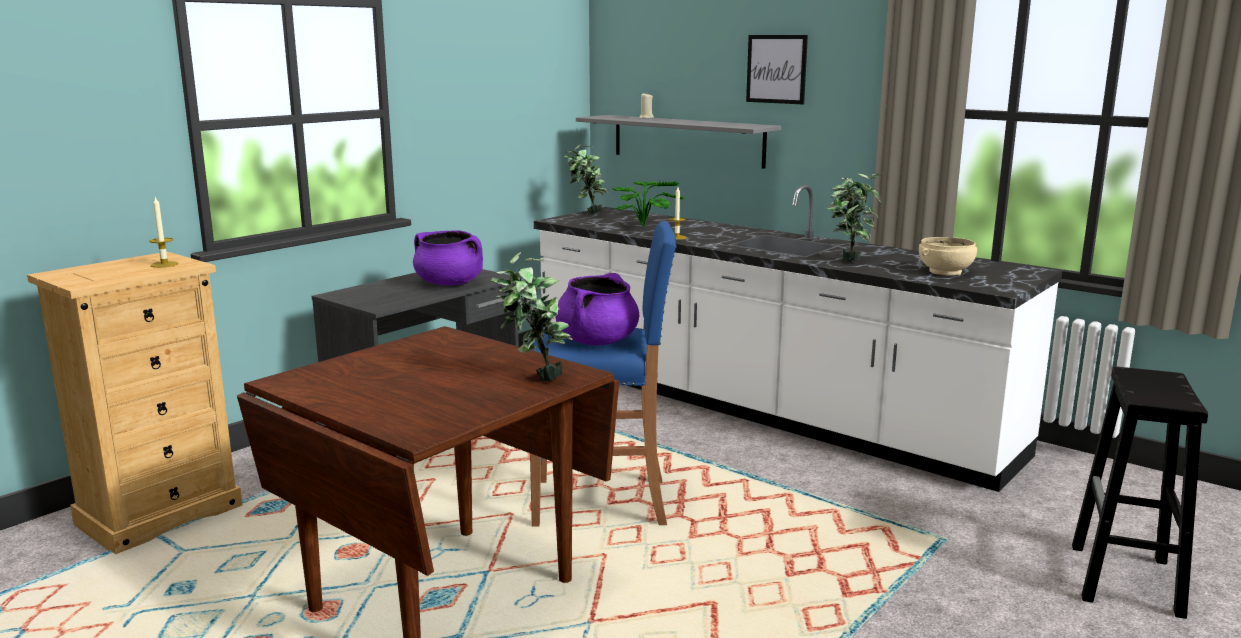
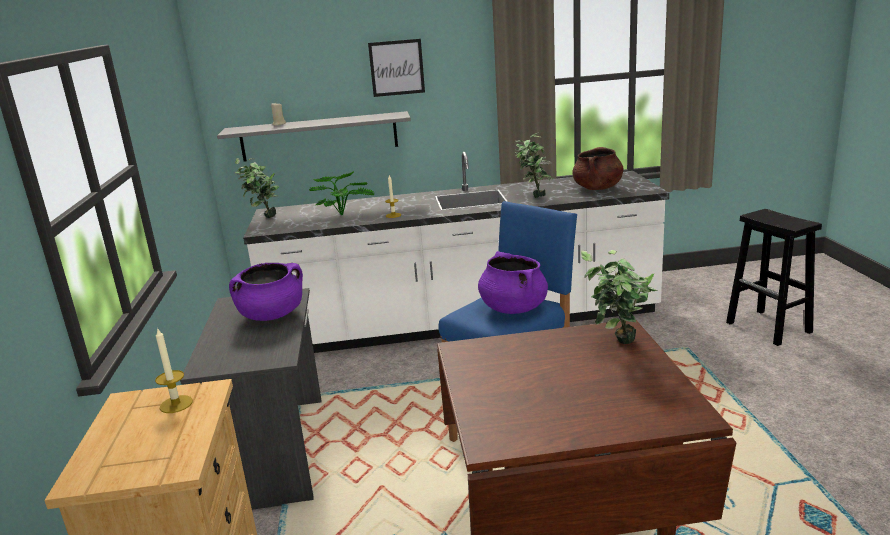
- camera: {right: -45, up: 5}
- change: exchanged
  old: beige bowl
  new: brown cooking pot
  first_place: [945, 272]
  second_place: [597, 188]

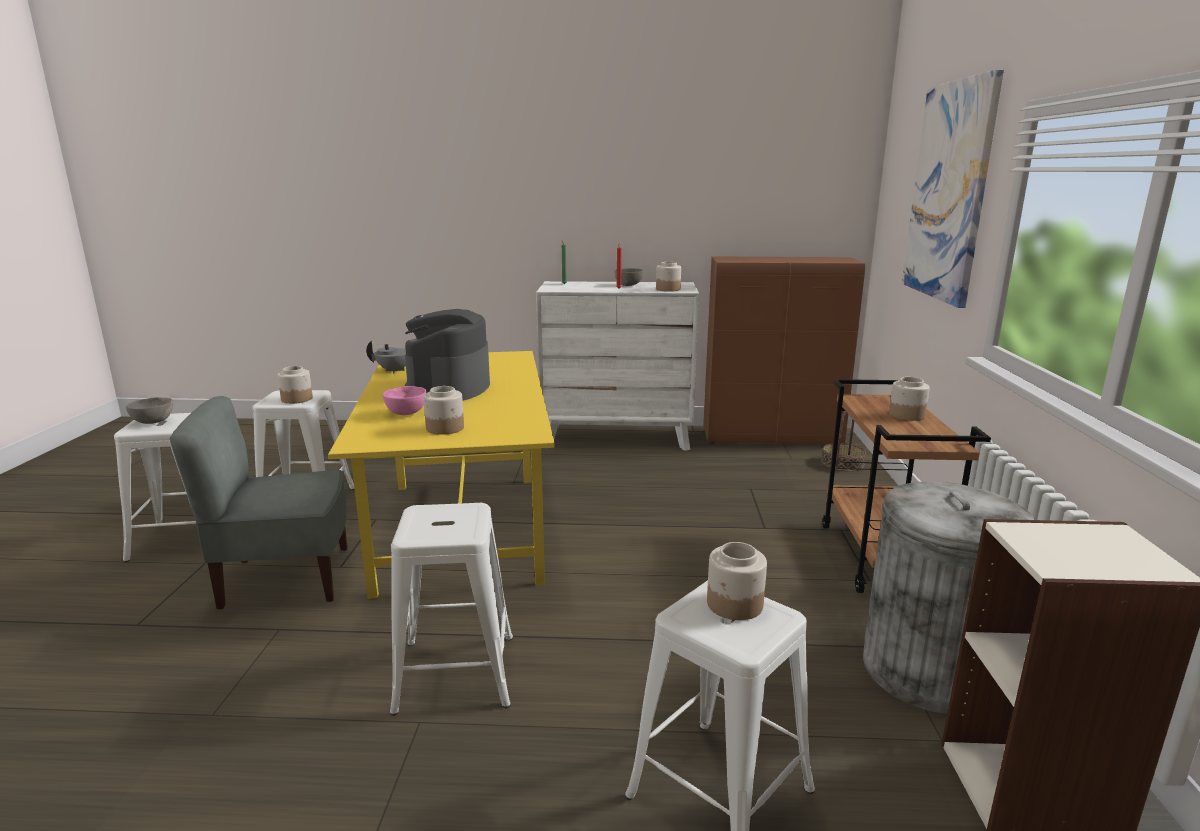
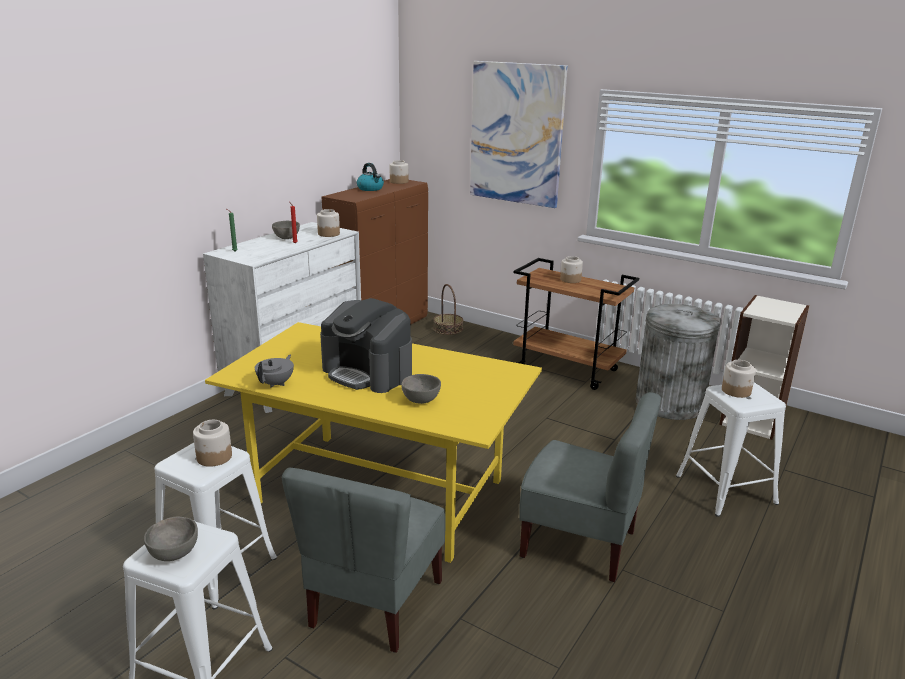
- camera: {right: -60, up: 5}
- change: colour
  old: pink bowl
  new: grey bowl
  first_place: [407, 413]
  second_place: [420, 400]
- change: exchanged
  old: white stool
  new: grey chair
  first_place: [455, 672]
  second_place: [579, 543]
- change: relocated
  old: jar
  first_place: [445, 428]
  second_place: [399, 181]
- change: appeared
  new: kettle
  second_place: [370, 189]

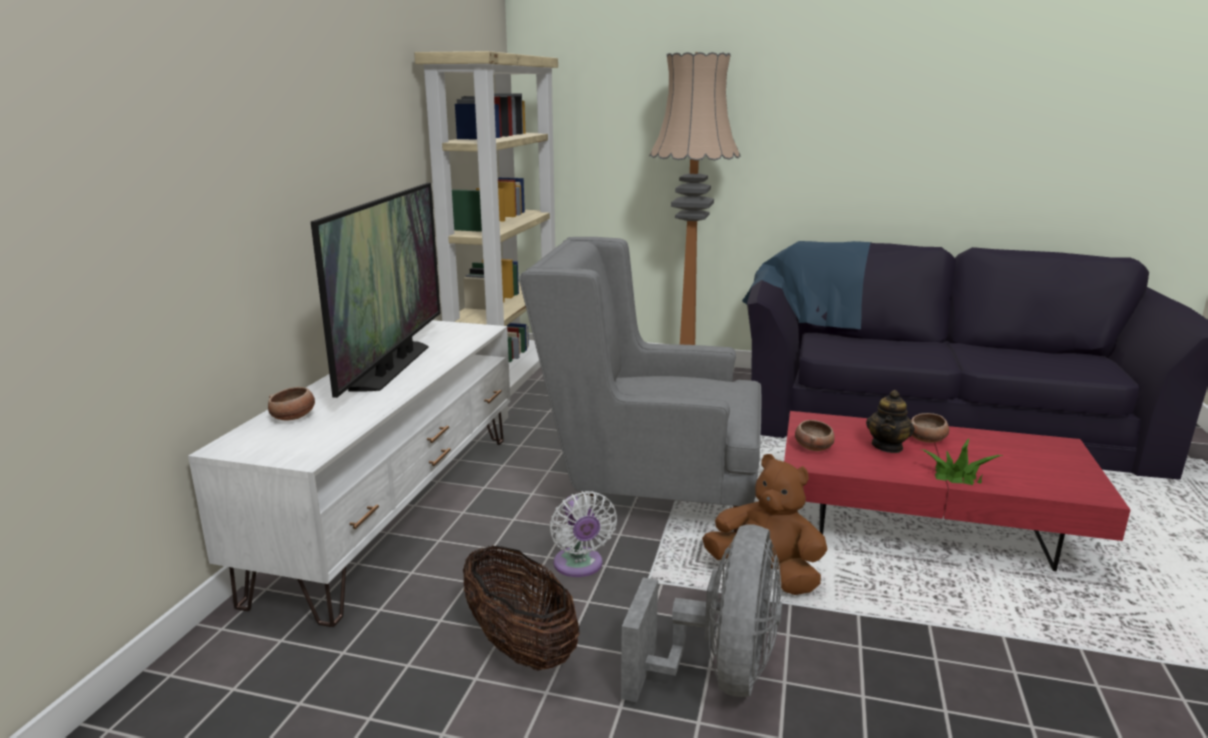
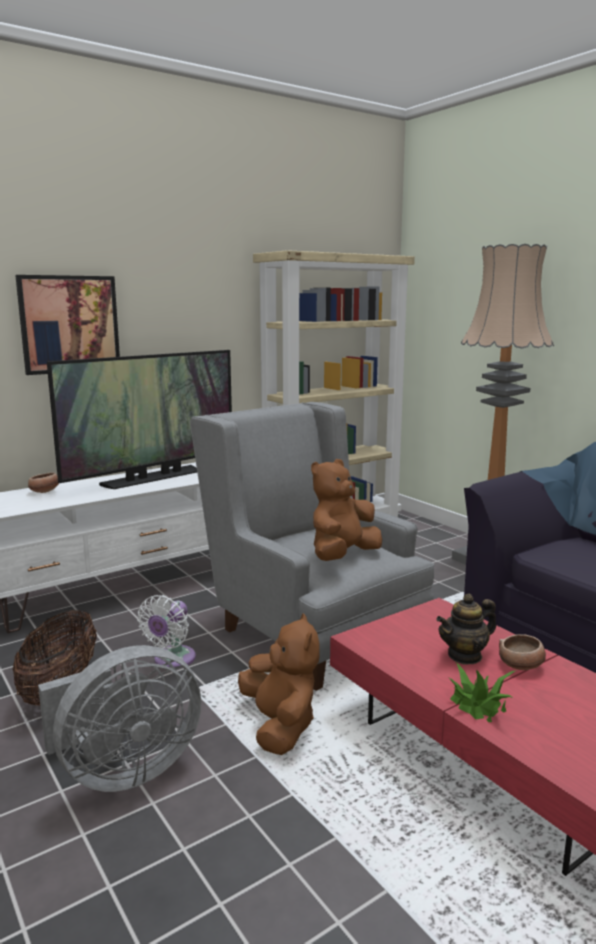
- camera: {right: 40, up: -5}
- change: missing
  old: bowl
  first_place: [813, 447]
- change: appeared
  new: picture
  second_place: [69, 324]
- change: appeared
  new: brown plush toy
  second_place: [342, 556]

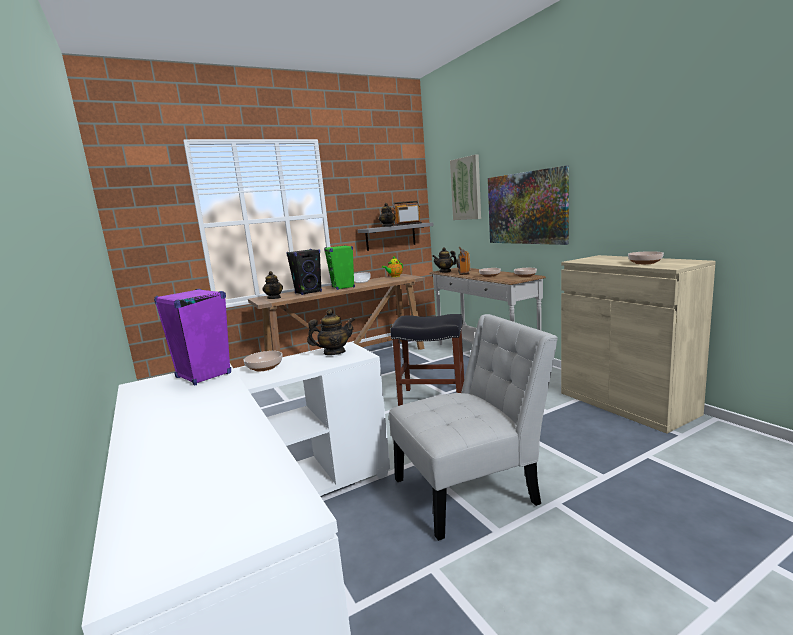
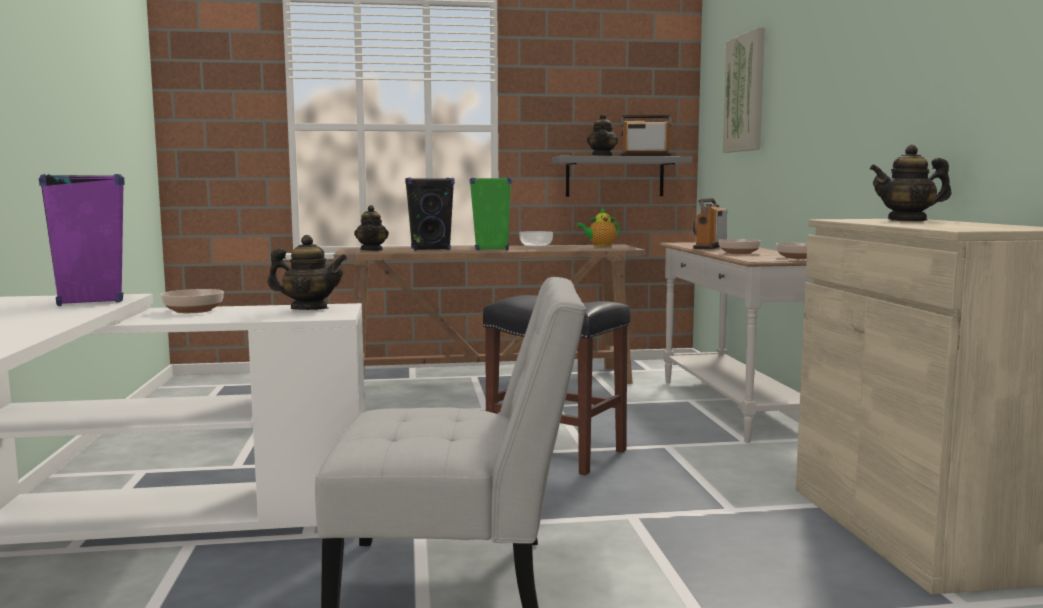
- camera: {right: 20, up: -5}
- change: relocated
  old: teapot
  first_place: [445, 271]
  second_place: [907, 220]
- change: missing
  old: picture
  first_place: [526, 208]
- change: missing
  old: bowl
  first_place: [645, 263]

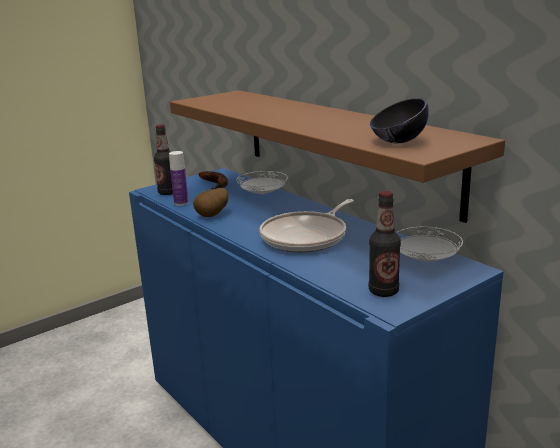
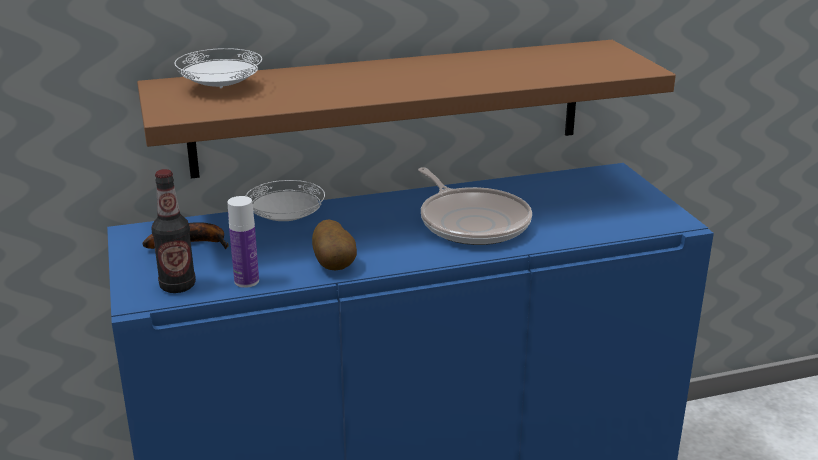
- camera: {right: -70, up: 5}
- change: missing
  old: bottle
  first_place: [383, 291]
- change: missing
  old: black bowl
  first_place: [398, 142]
- change: relocated
  old: white plate
  first_place: [425, 260]
  second_place: [220, 88]

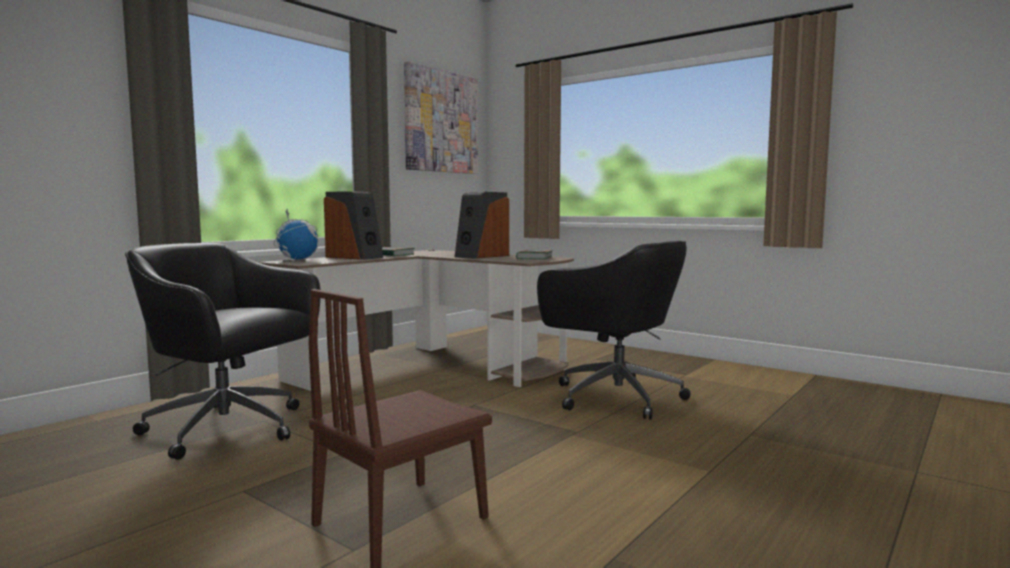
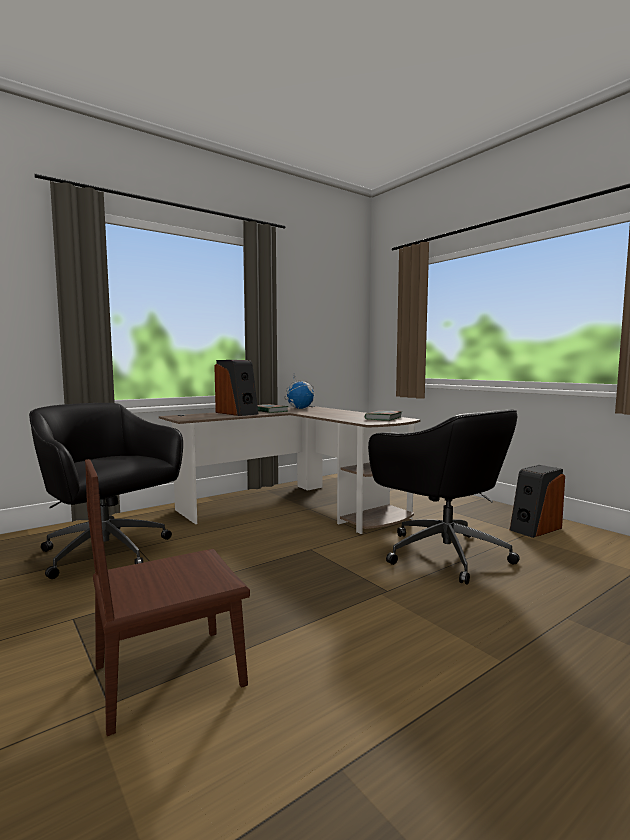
- camera: {right: 15, up: 0}
- change: relocated
  old: globe
  first_place: [298, 259]
  second_place: [300, 408]
- change: missing
  old: picture
  first_place: [441, 122]
- change: relocated
  old: speaker
  first_place: [481, 256]
  second_place: [535, 528]

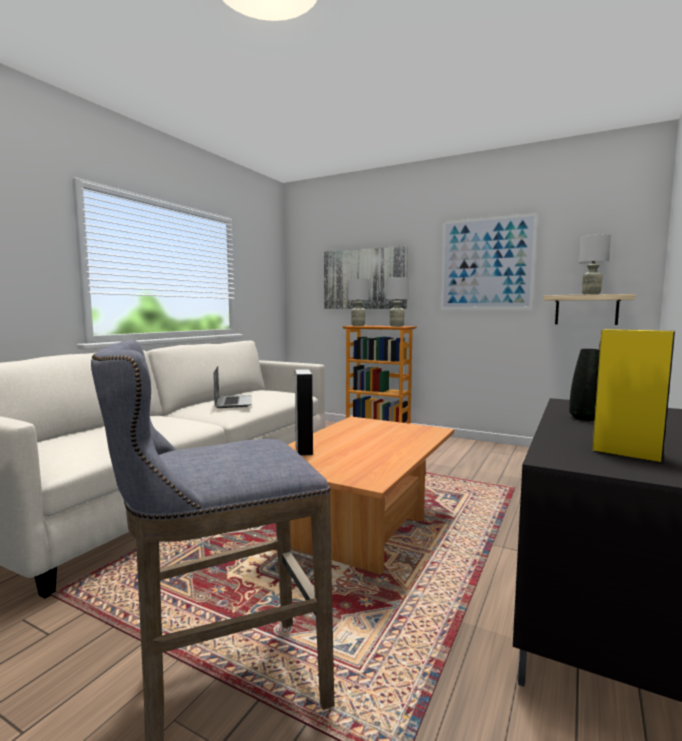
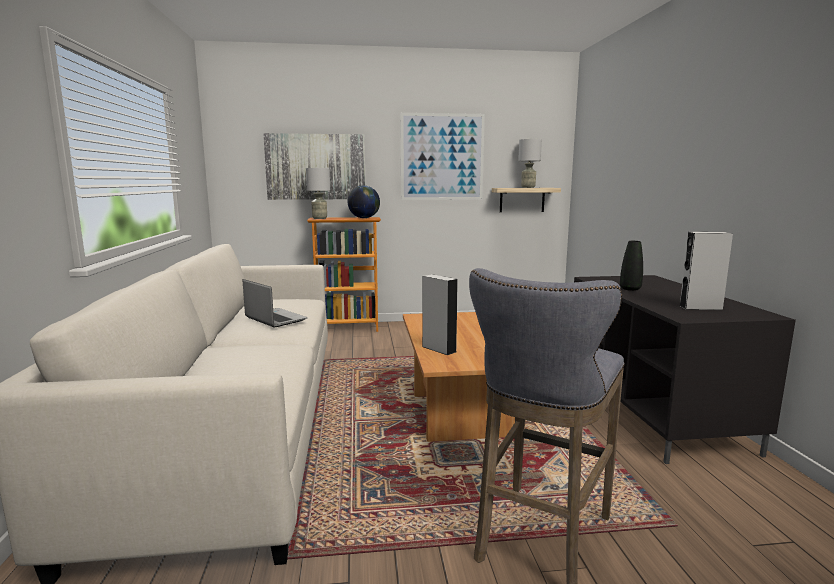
- camera: {right: -35, up: 5}
- change: exchanged
  old: grey table lamp
  new: globe
  first_place: [397, 326]
  second_place: [364, 218]
- change: colour
  old: yellow speaker
  new: grey speaker
  first_place: [627, 454]
  second_place: [700, 308]

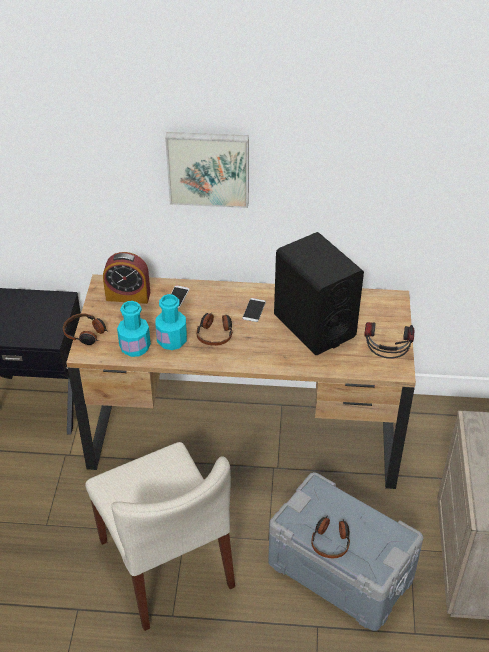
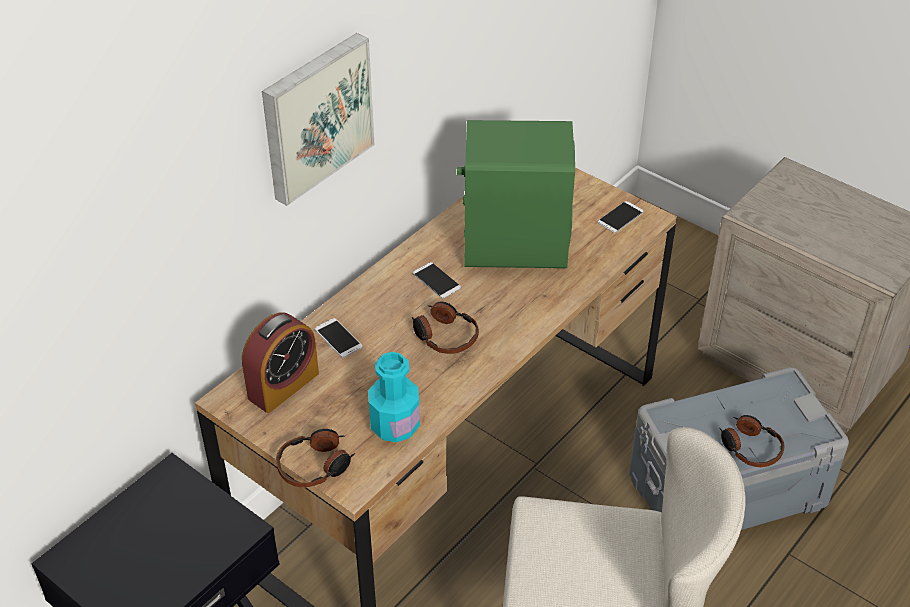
- camera: {right: -55, up: 0}
- change: missing
  old: turquoise bottle
  first_place: [172, 340]
- change: colour
  old: black speaker
  new: green speaker
  first_place: [314, 325]
  second_place: [514, 245]
- change: exchanged
  old: headphones
  new: phone
  first_place: [386, 358]
  second_place: [620, 217]

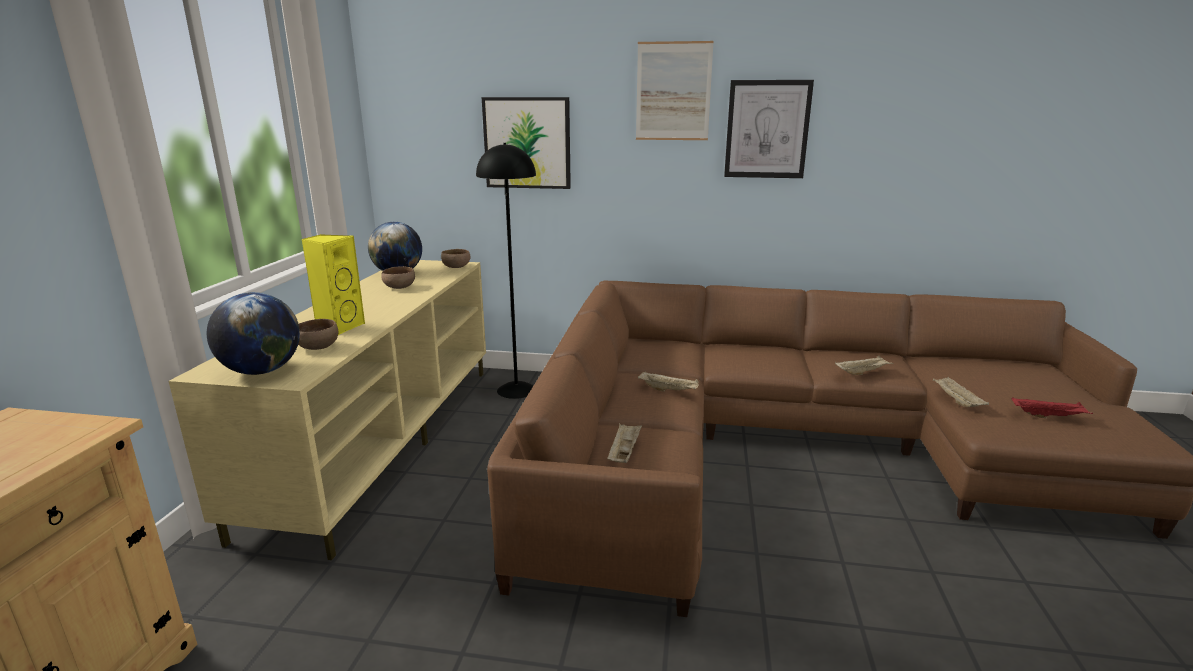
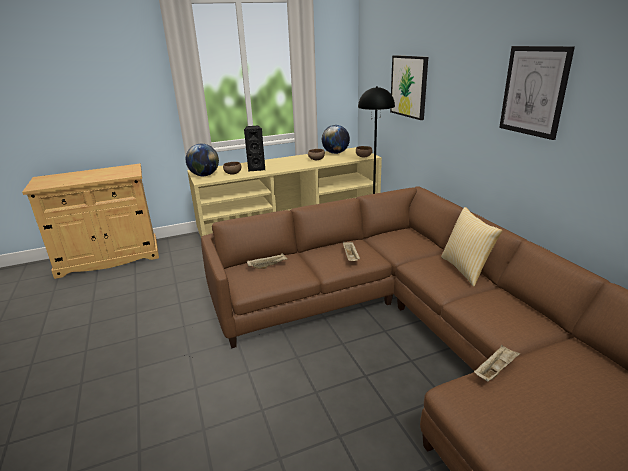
- camera: {right: 60, up: 5}
- change: colour
  old: yellow speaker
  new: black speaker
  first_place: [339, 327]
  second_place: [256, 168]
- change: missing
  old: picture
  first_place: [673, 91]
- change: missing
  old: beige tray
  first_place: [862, 372]
- change: missing
  old: red tray
  first_place: [1048, 416]
- change: appeared
  new: pillow
  second_place: [466, 269]

